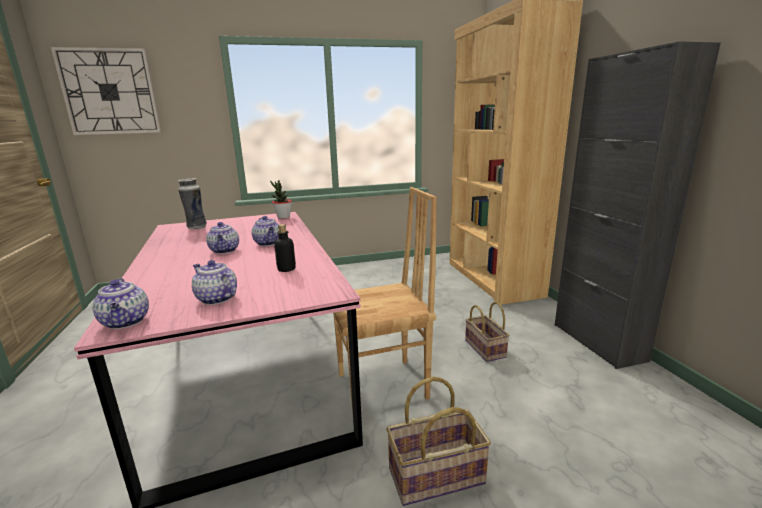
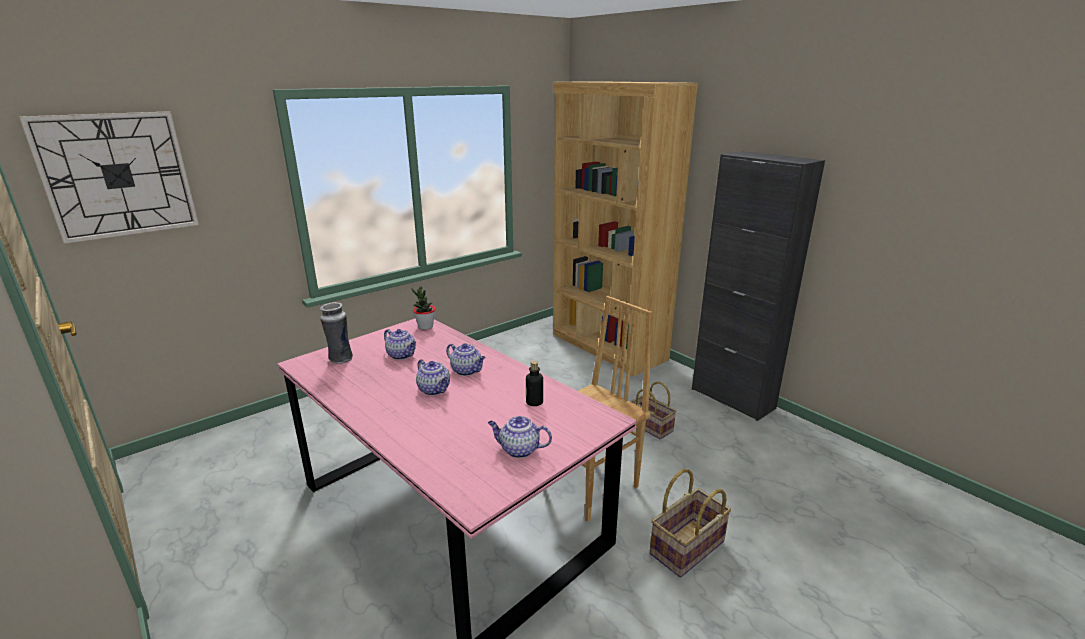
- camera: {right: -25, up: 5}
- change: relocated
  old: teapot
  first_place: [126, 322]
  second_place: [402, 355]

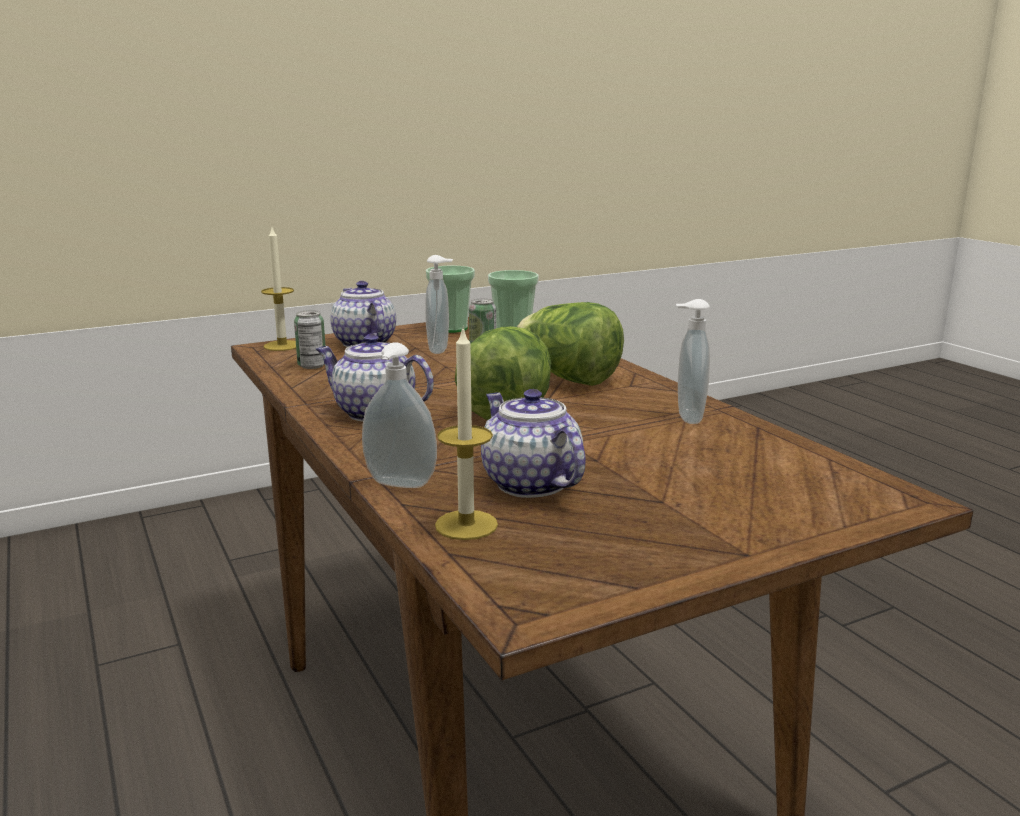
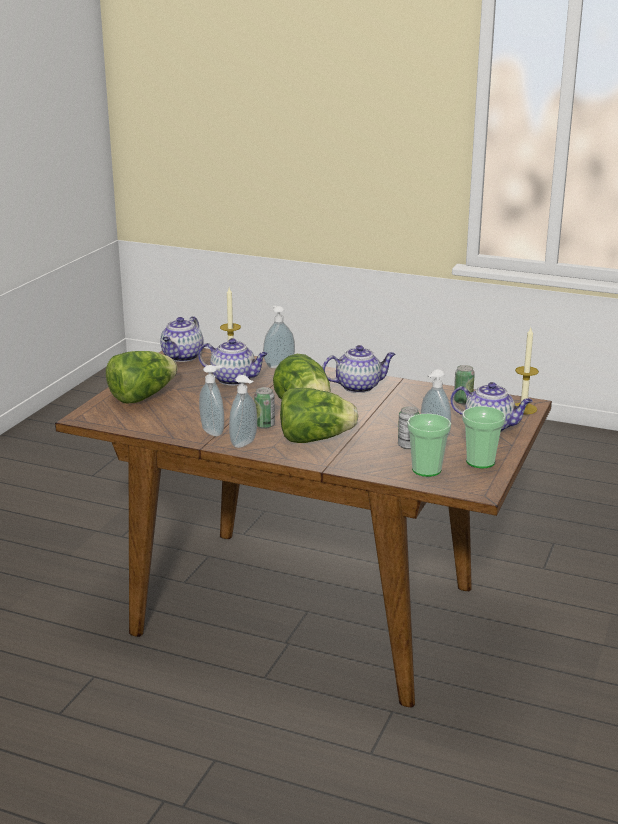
- camera: {right: 140, up: 5}
- change: appeared
  new: lettuce
  second_place: [142, 397]
- change: appeared
  new: teapot
  second_place: [182, 357]
- change: appeared
  new: soap dispenser
  second_place: [245, 444]
- change: appeared
  new: can
  second_place: [264, 425]

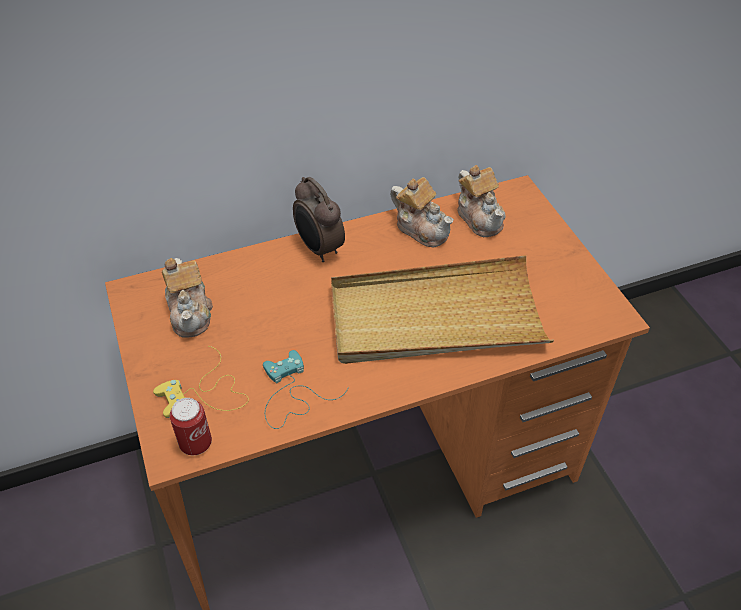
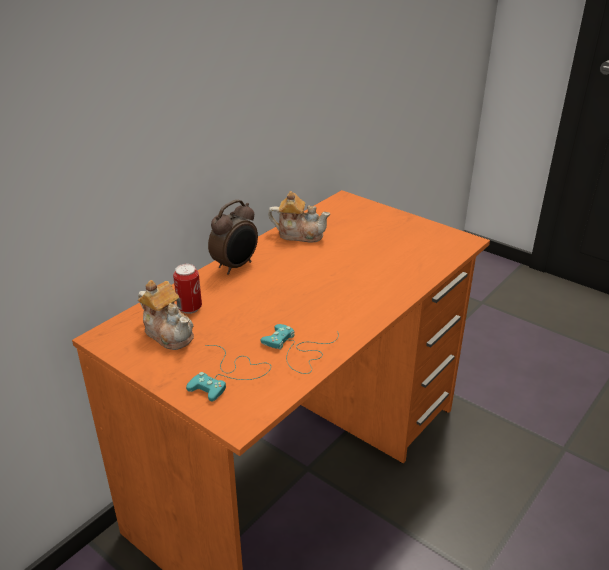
- camera: {right: -30, up: -15}
- change: colour
  old: yellow game controller
  new: turquoise game controller
  first_place: [205, 393]
  second_place: [229, 375]
- change: relocated
  old: can
  first_place: [196, 444]
  second_place: [189, 308]
- change: spun
  old: alarm clock
  first_place: [319, 249]
  second_place: [236, 266]
  degrees: -75
- change: missing
  old: beige tray
  first_place: [435, 317]
- change: missing
  old: teapot
  first_place: [480, 217]

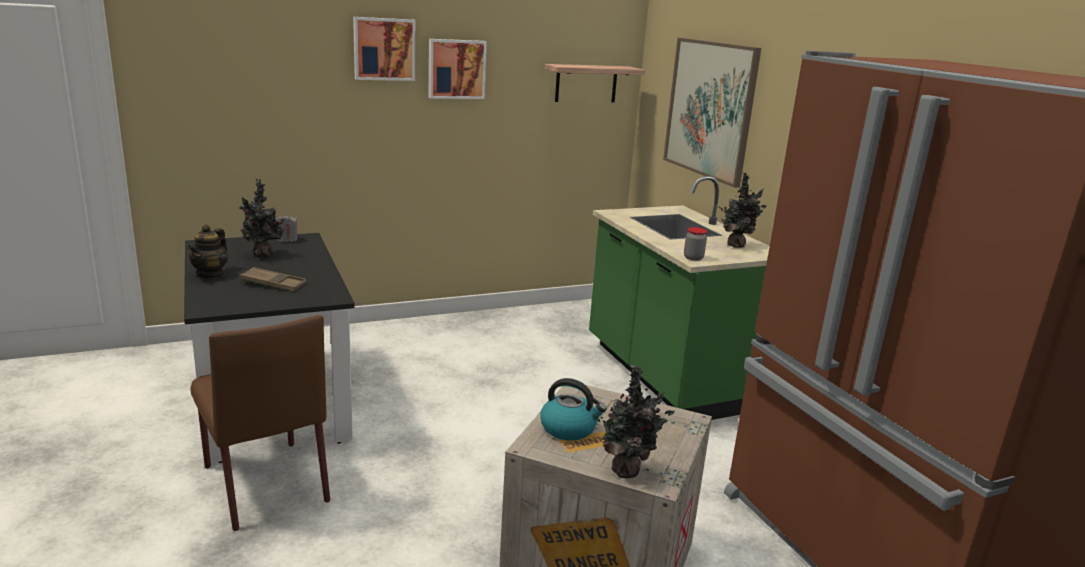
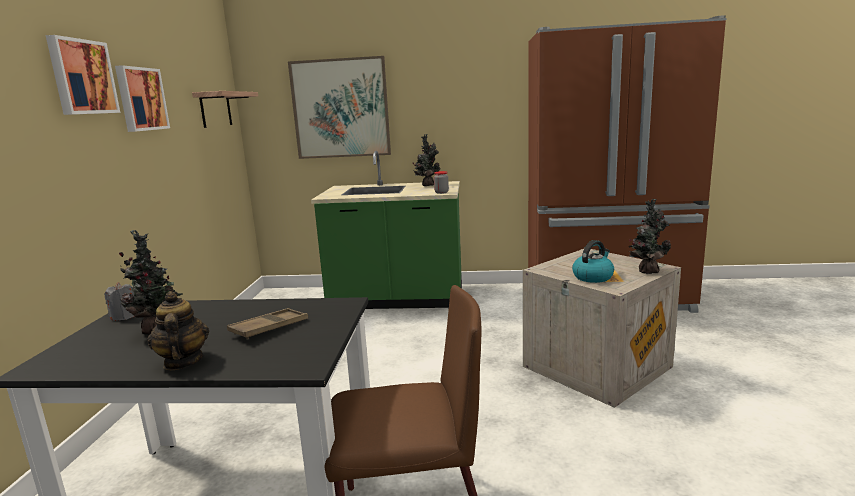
- camera: {right: -60, up: -5}
- change: spun
  old: teapot
  first_place: [211, 274]
  second_place: [183, 362]
  degrees: -150

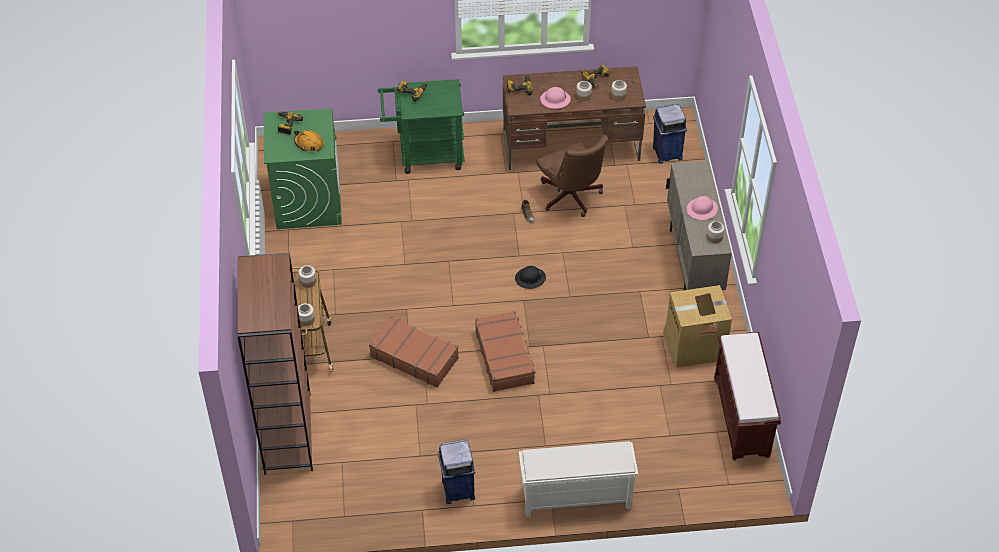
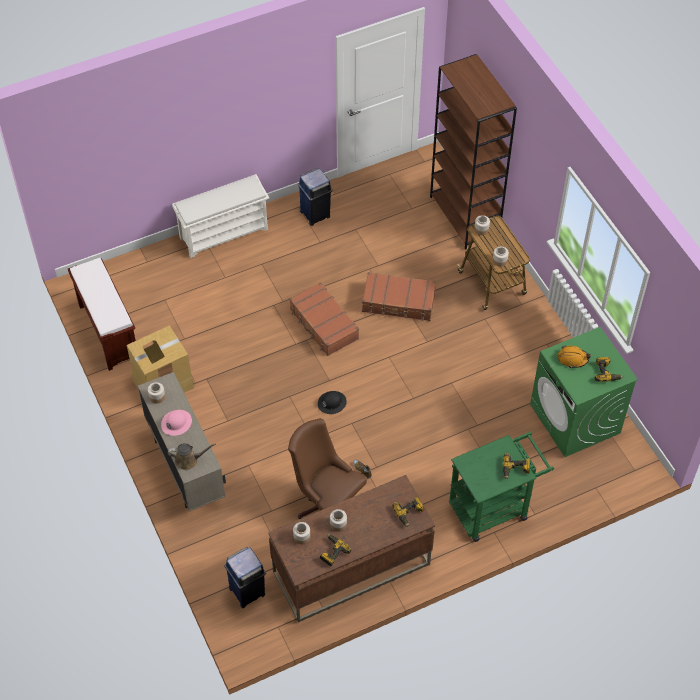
- camera: {right: 160, up: 5}
- change: missing
  old: pink hard hat
  first_place: [555, 100]
- change: appeared
  new: brown watering can
  second_place: [189, 460]

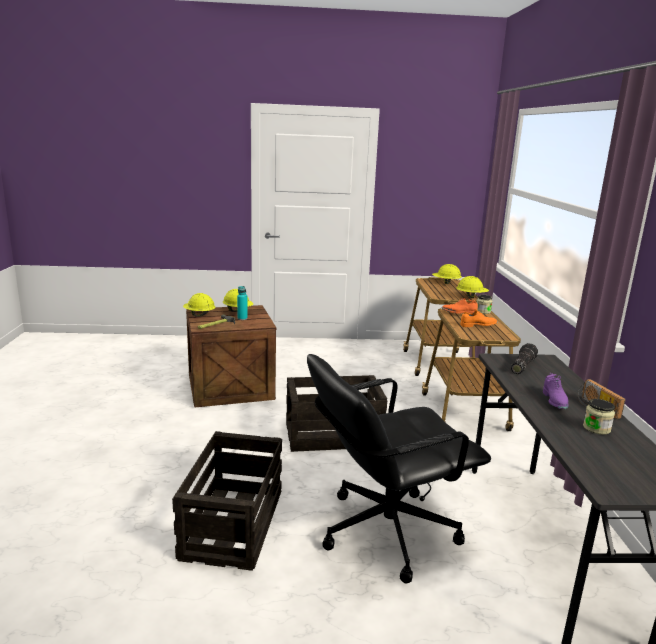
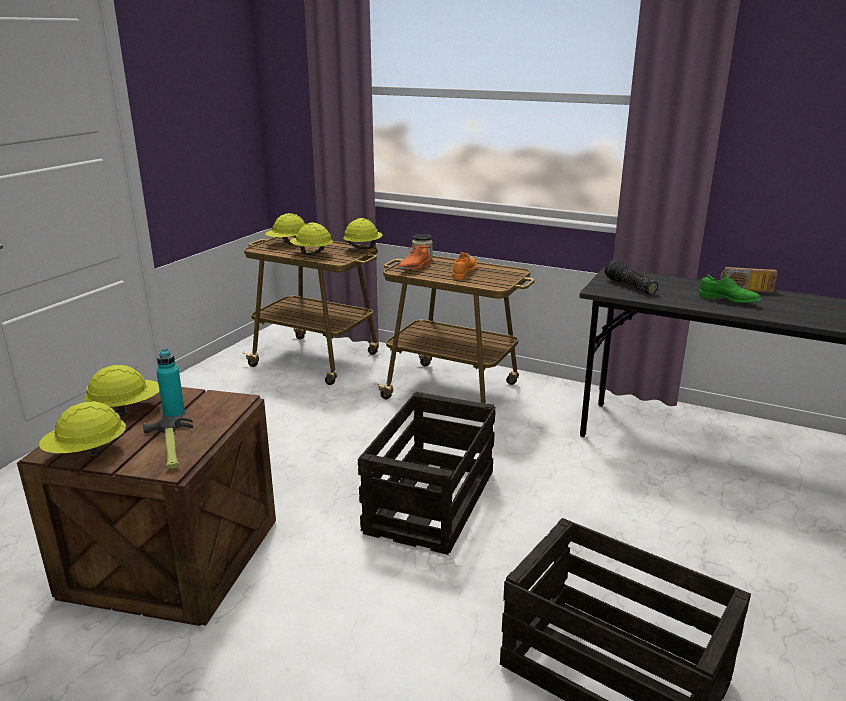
- camera: {right: -60, up: 5}
- change: missing
  old: black office chair
  first_place: [386, 530]
- change: colour
  old: purple shoe
  new: green shoe
  first_place: [555, 401]
  second_place: [728, 300]
- change: missing
  old: jar
  first_place: [596, 428]
- change: appeared
  new: yellow hard hat
  second_place: [311, 253]

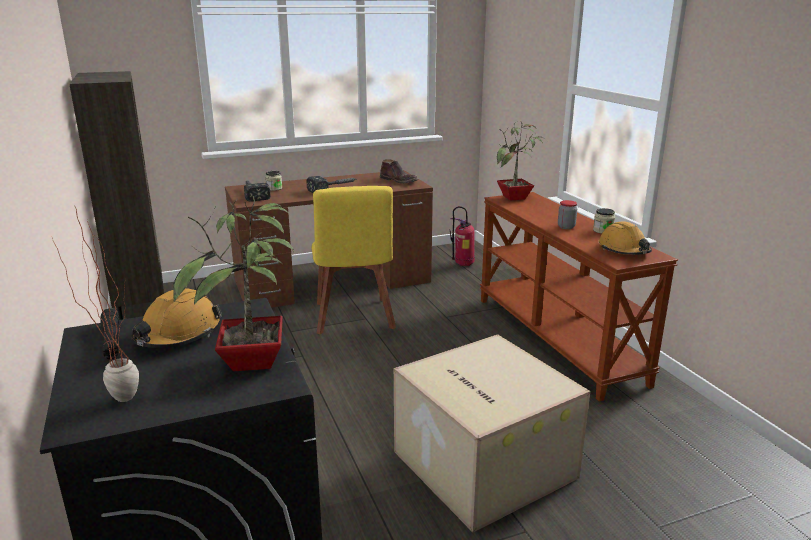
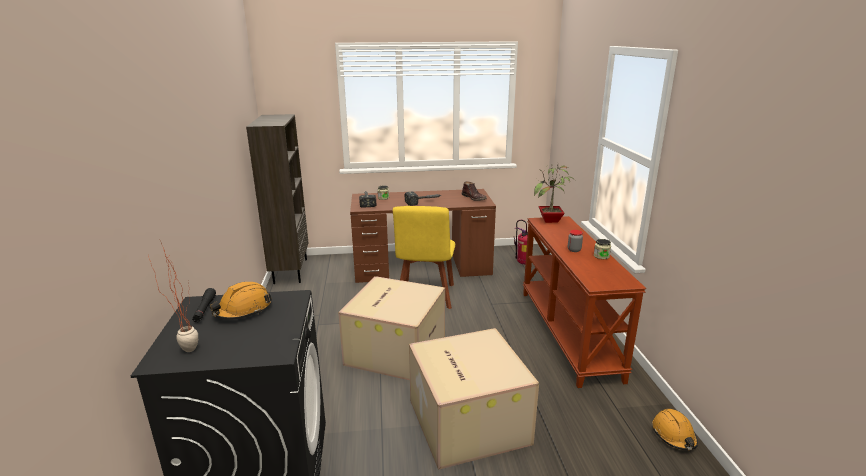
- camera: {right: 15, up: 0}
- change: missing
  old: potted plant
  first_place: [253, 363]
- change: relocated
  old: orange hard hat
  first_place: [624, 250]
  second_place: [674, 435]
- change: appeared
  new: cardboard box
  second_place: [395, 349]

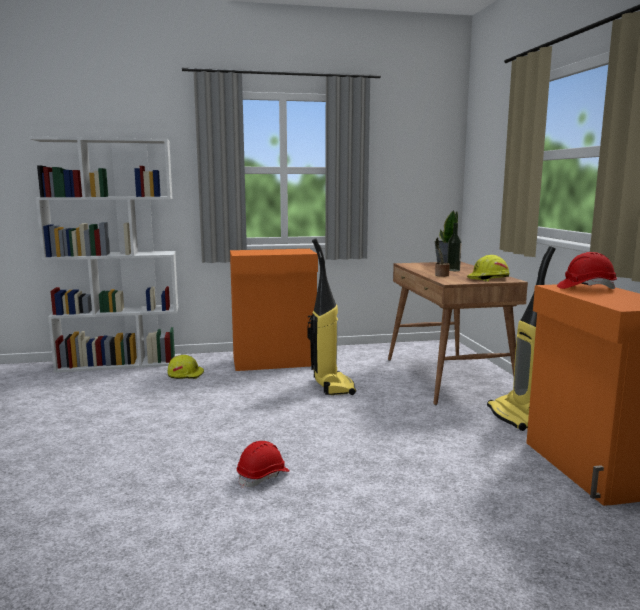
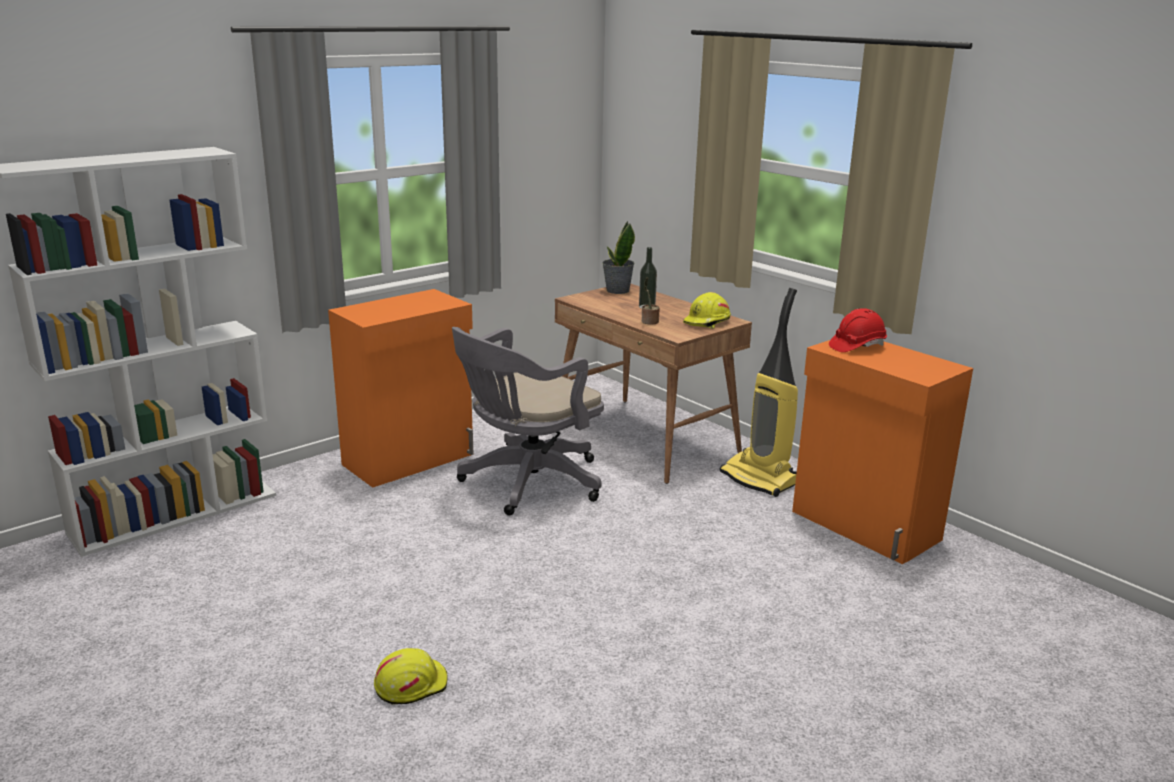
- camera: {right: -30, up: 10}
- change: relocated
  old: yellow hard hat
  first_place: [186, 374]
  second_place: [411, 684]
- change: missing
  old: red hard hat
  first_place: [263, 476]
- change: exchanged
  old: vacuum cleaner
  new: grey office chair
  first_place: [332, 386]
  second_place: [526, 483]

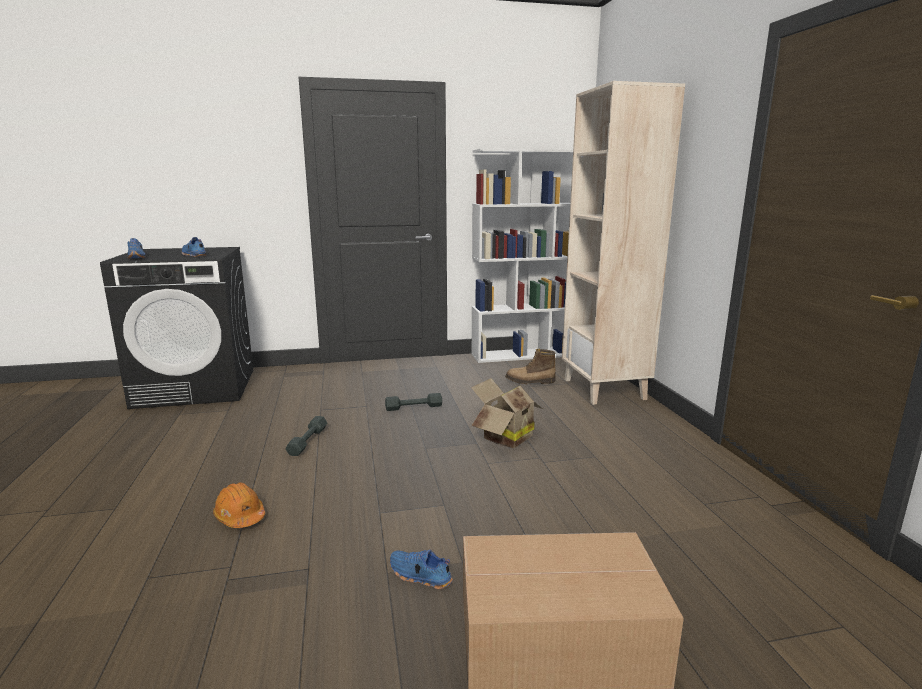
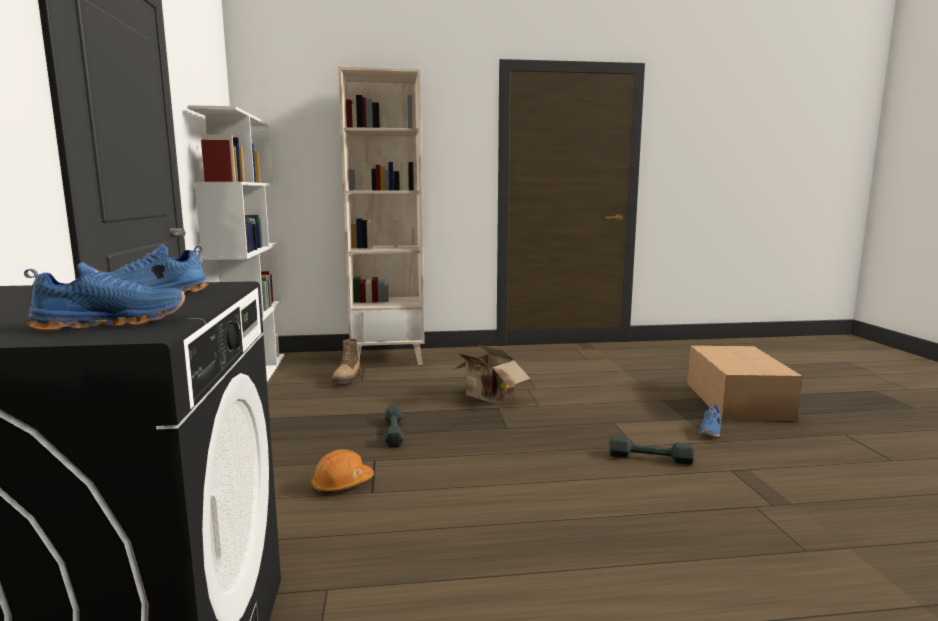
- camera: {right: -85, up: -5}
- change: relocated
  old: orange hard hat
  first_place: [240, 516]
  second_place: [342, 484]
- change: relocated
  old: grey dumbbell
  first_place: [308, 441]
  second_place: [650, 458]

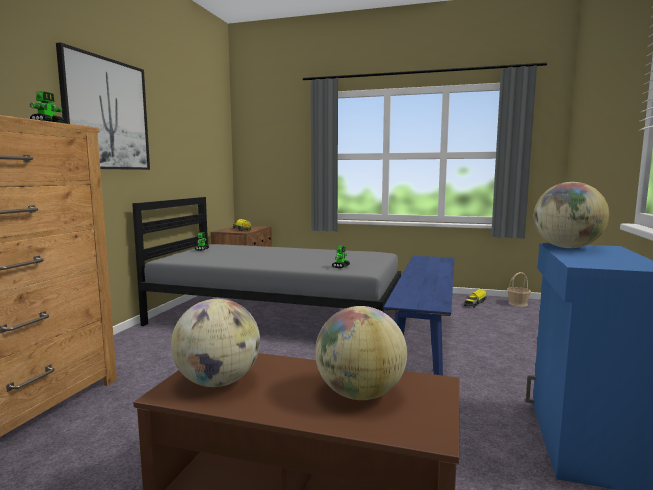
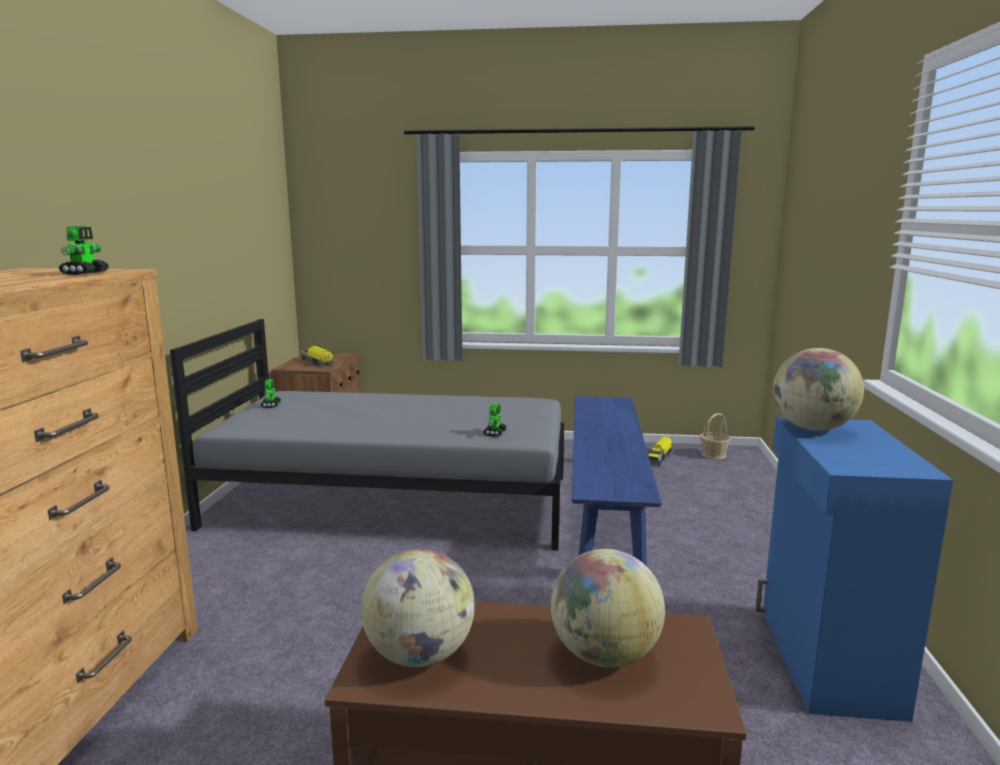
- camera: {right: -10, up: 5}
- change: missing
  old: picture
  first_place: [106, 114]

